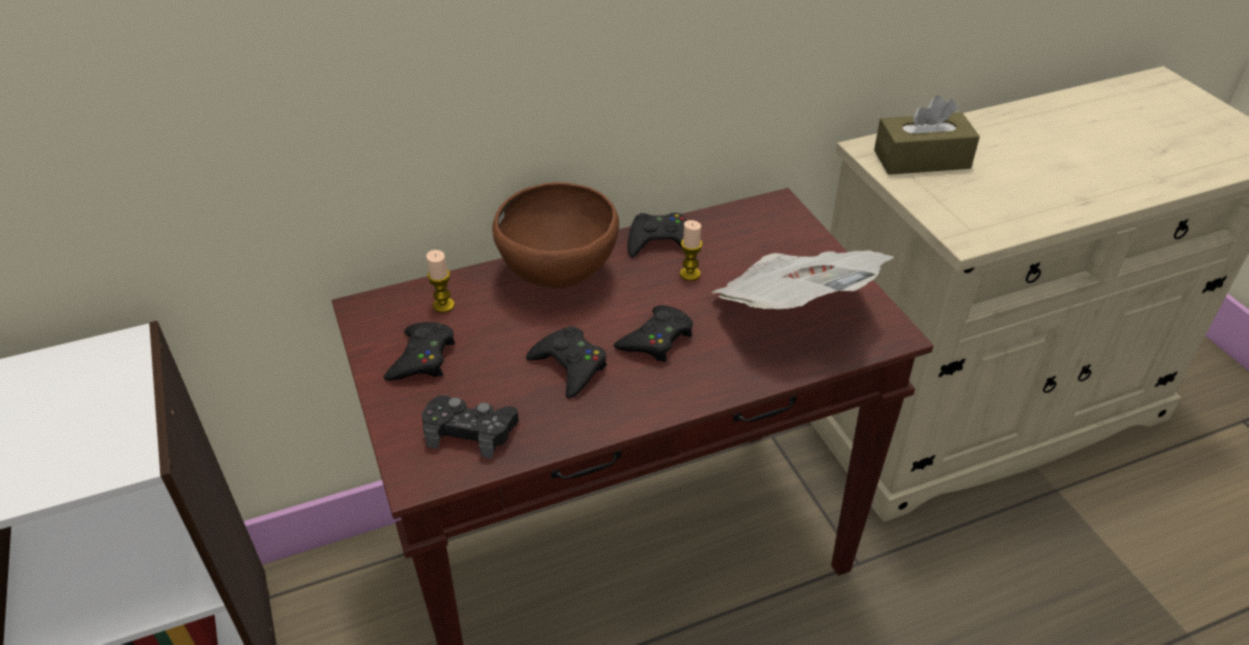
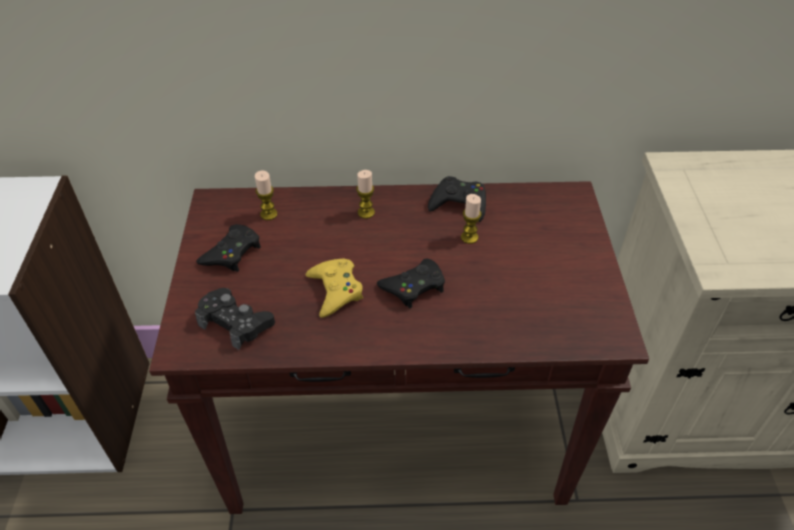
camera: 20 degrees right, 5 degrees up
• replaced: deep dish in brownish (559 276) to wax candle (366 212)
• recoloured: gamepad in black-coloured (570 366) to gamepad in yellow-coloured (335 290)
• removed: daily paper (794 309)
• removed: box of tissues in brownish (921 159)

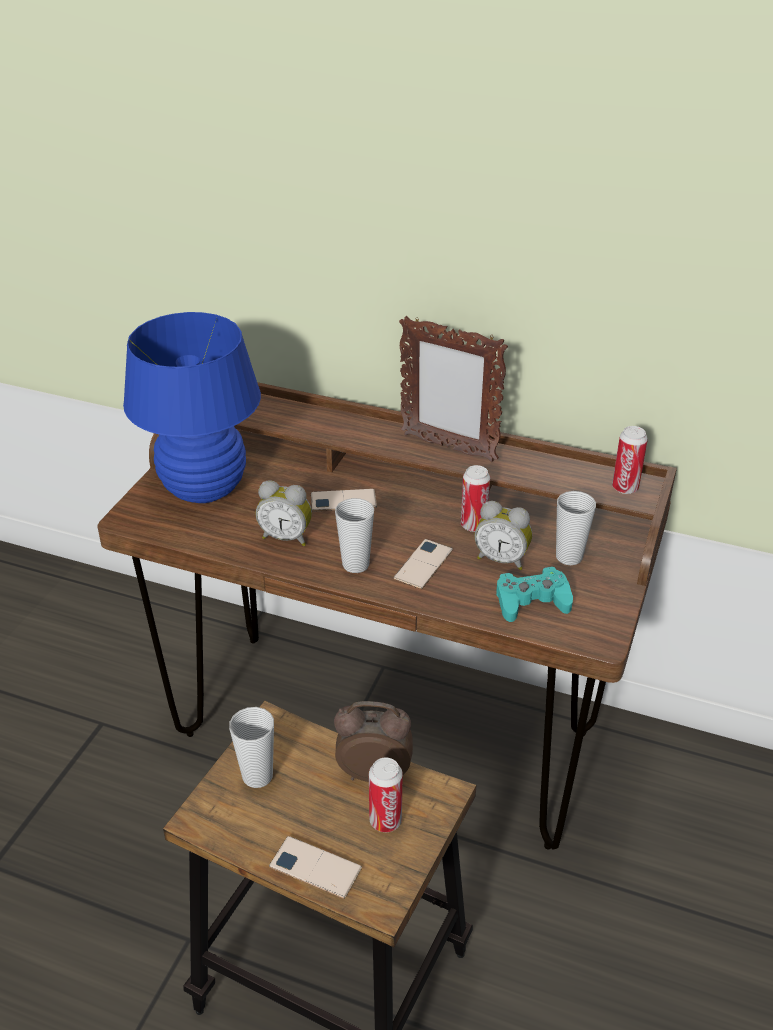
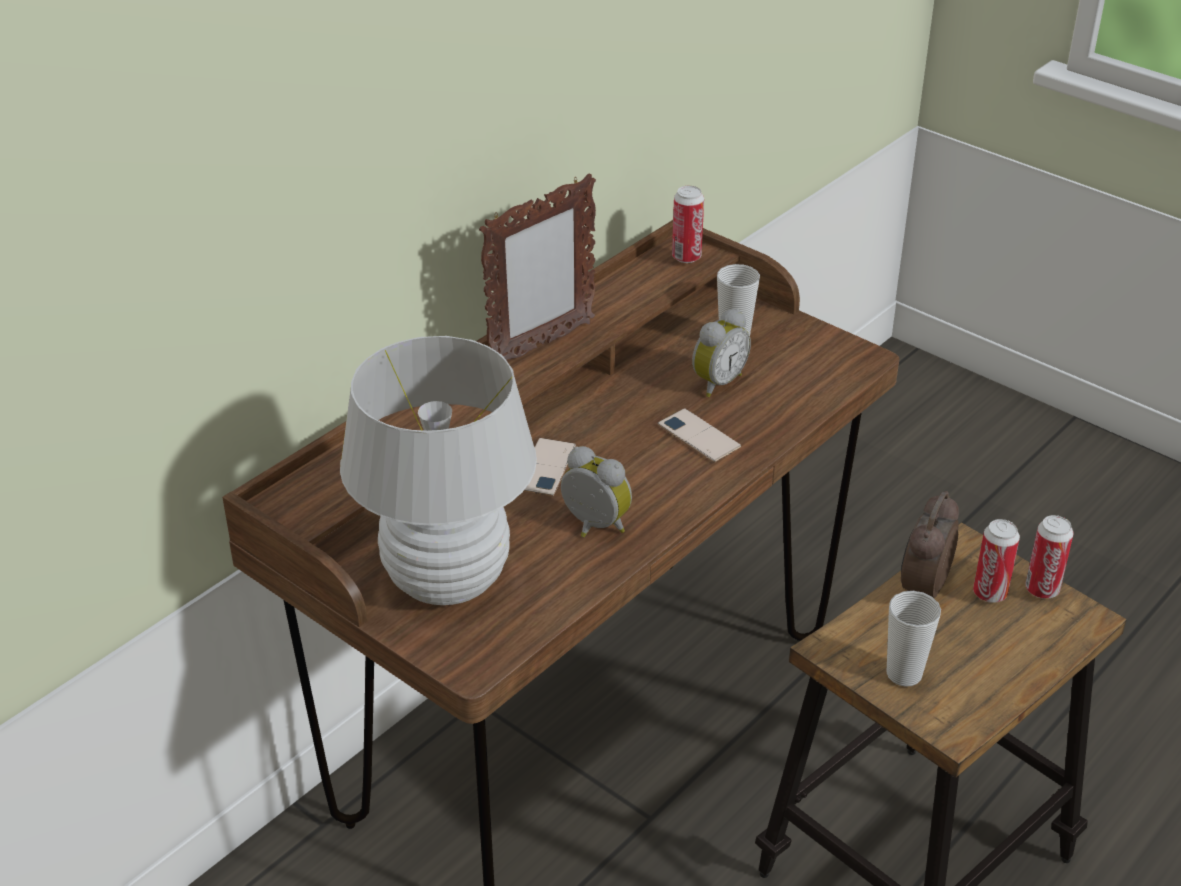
camera: 70 degrees left, 0 degrees up
• recoloured: tabletop lamp in blue-coloured (204 489) to tabletop lamp in whitish (447 581)
• turned: table clock (286 537) = (593 527) 90 degrees counterclockwise
• removed: telephone (315 867)
• removed: small cup (355 564)
• moved: metal can (473 525) to (1042 589)
• removed: gamepad in turquoise (531 601)

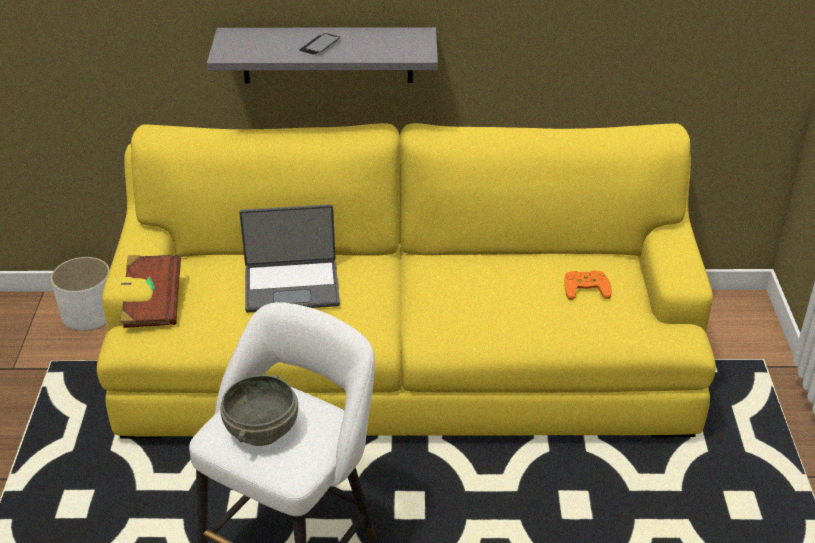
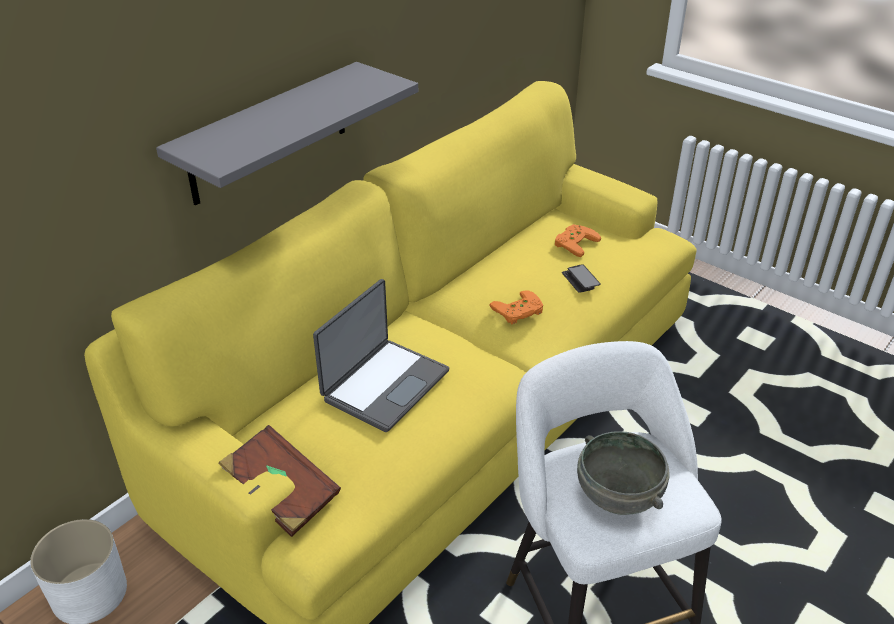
camera: 50 degrees left, 0 degrees up
• moved: telephone (320 45) to (580 279)
• added: gamepad in orange-coloured (519 312)

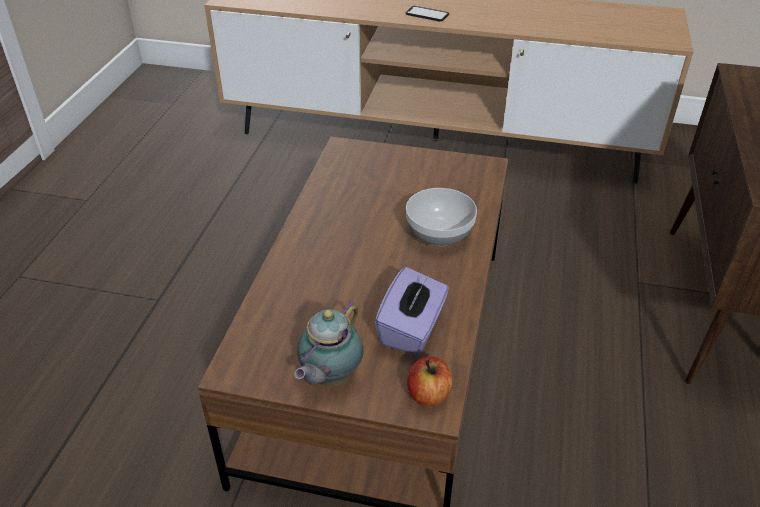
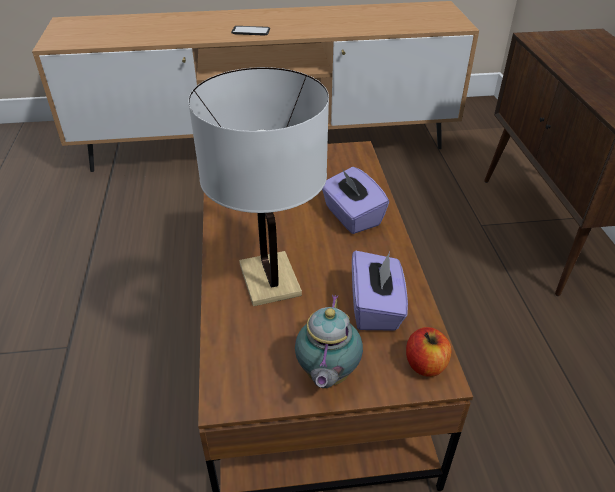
camera: 20 degrees left, 0 degrees up
• replaced: deep dish (440 234) to box of tissues in purplish (351 216)
• added: tabletop lamp in whitish (270 280)

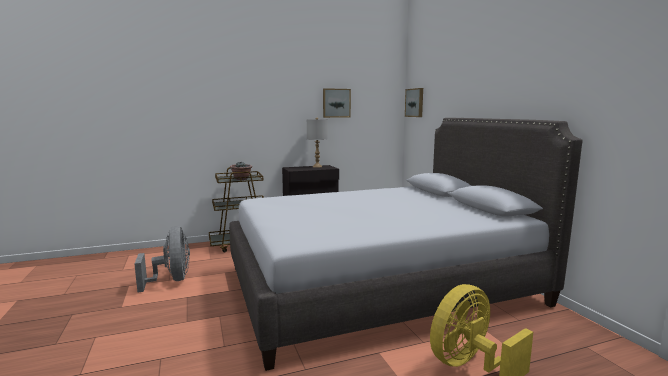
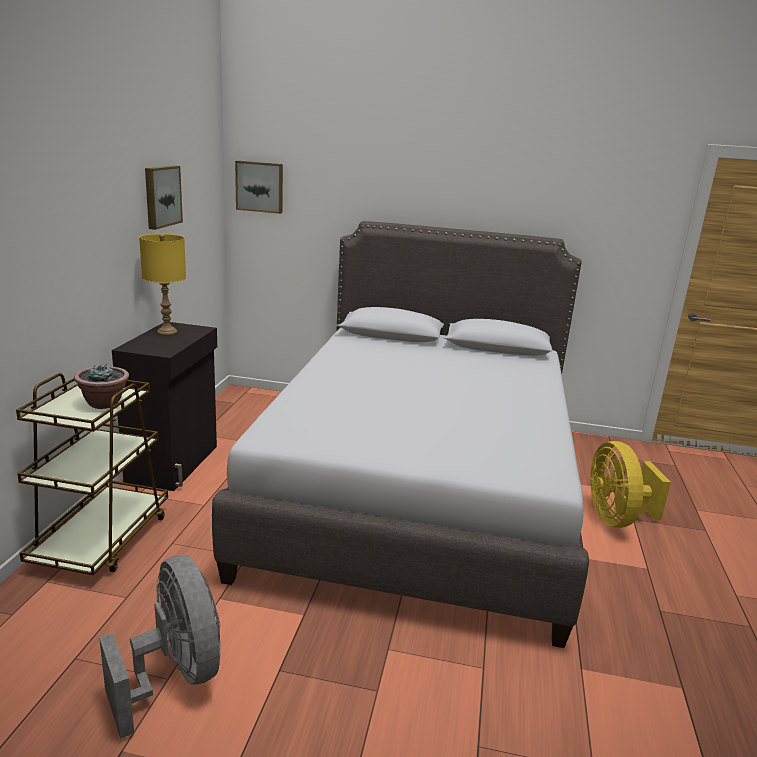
camera: 60 degrees left, 10 degrees up
• turned: fan in greyish (171 280) = (175 676) 45 degrees clockwise
• recoloured: tabletop lamp in greyish (317 166) to tabletop lamp in yellow-coloured (166 331)

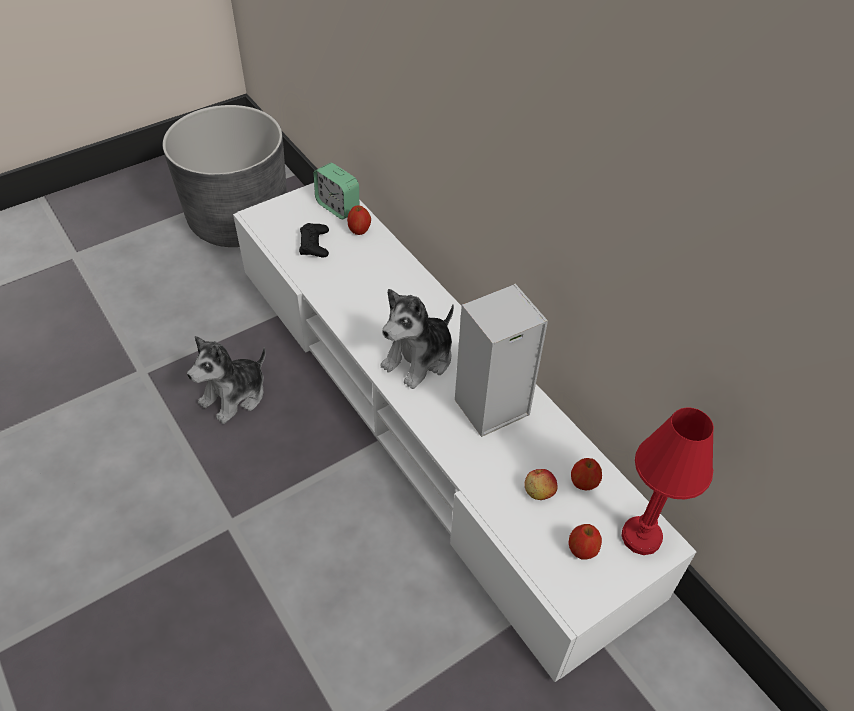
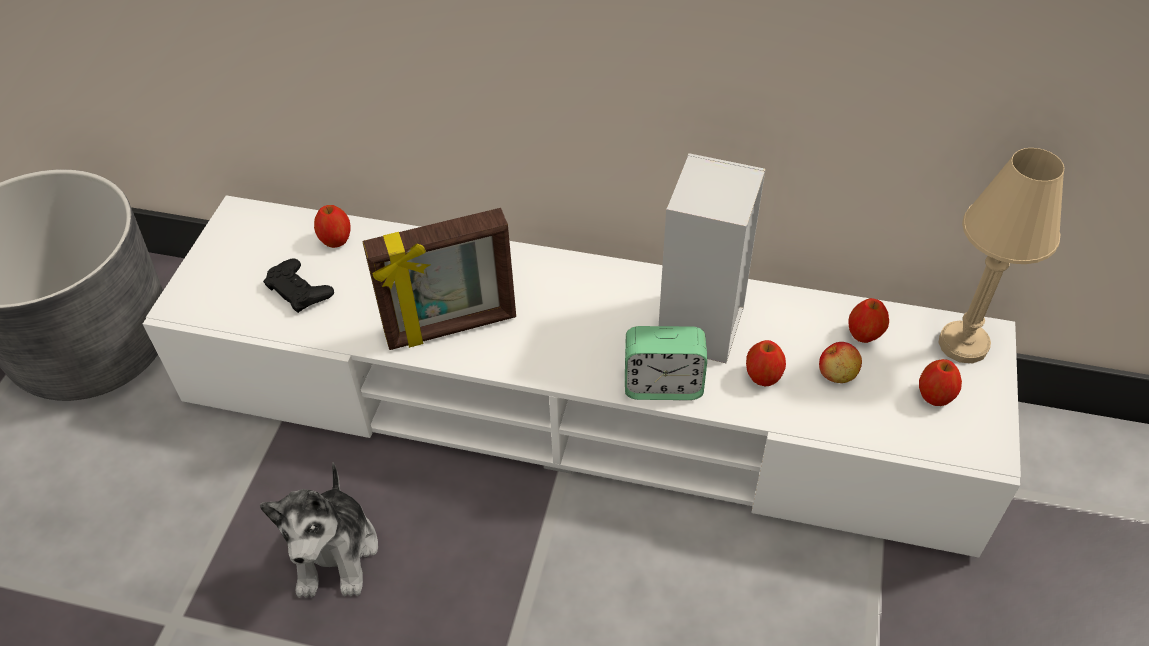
camera: 40 degrees left, 0 degrees up
• moved: table clock (338 207) to (663 385)
• removed: soft toy (419 359)
• recoloured: tabletop lamp in reddish (641 537) to tabletop lamp in beige (963 344)
• added: standing frame (451 328)
• added: apple fruit (763 377)

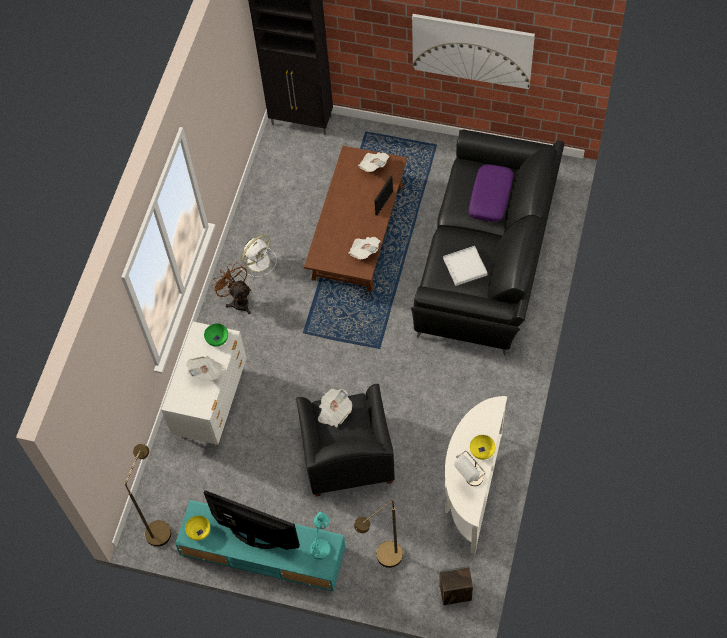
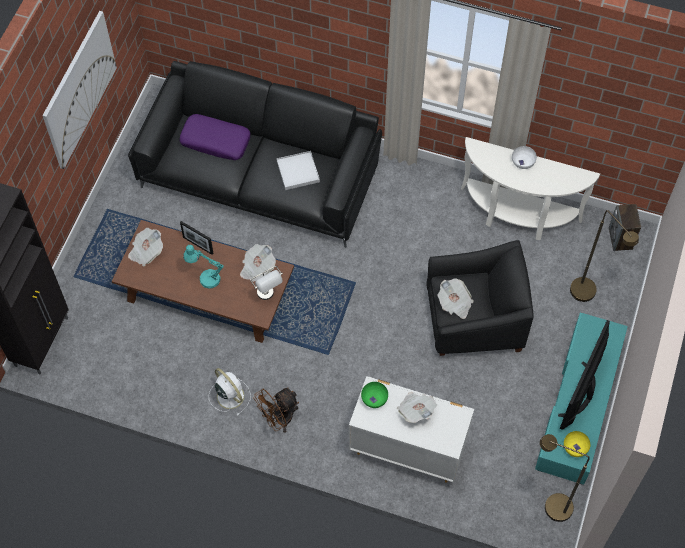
camera: 90 degrees left, 0 degrees up
• moved: tabletop lamp in turquoise (321 545) to (205 278)
• moved: tabletop lamp in greyish (470 482) to (268 296)
• recoloured: deep dish in yellow-coloured (481 451) to deep dish in whitish (523 162)

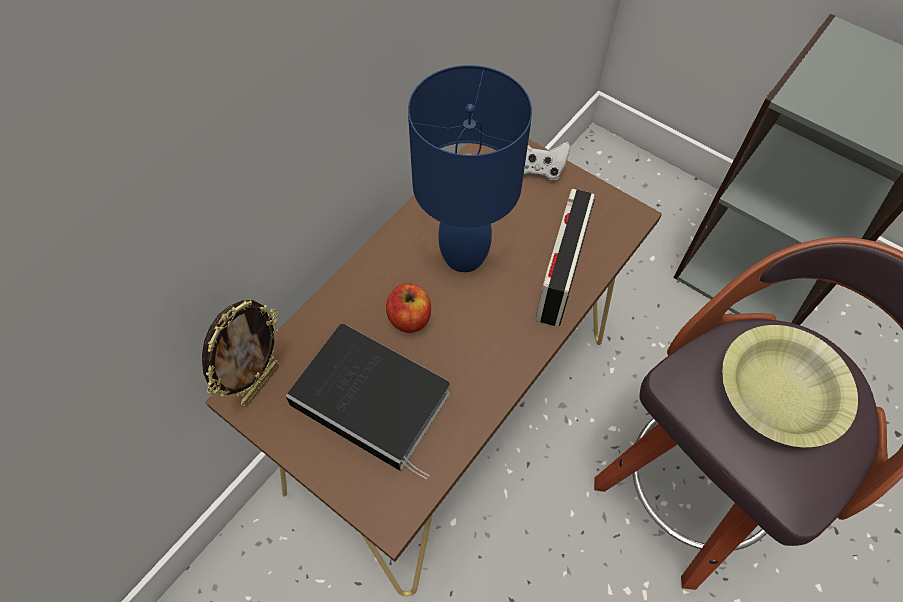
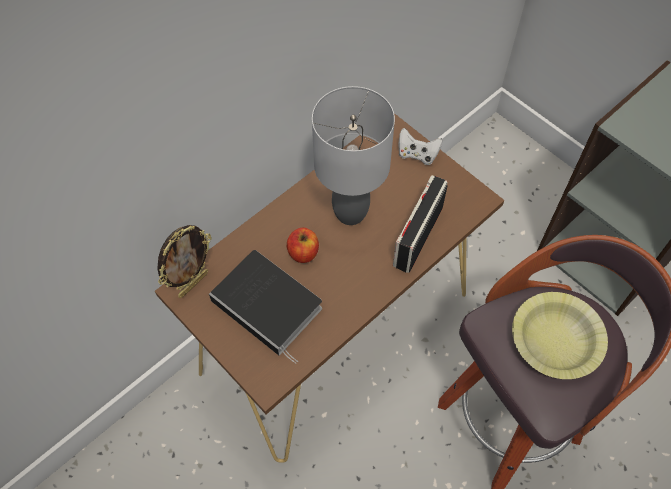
camera: 10 degrees right, 0 degrees up
• recoloured: tabletop lamp in blue-coloured (465 256) to tabletop lamp in greyish (351 213)

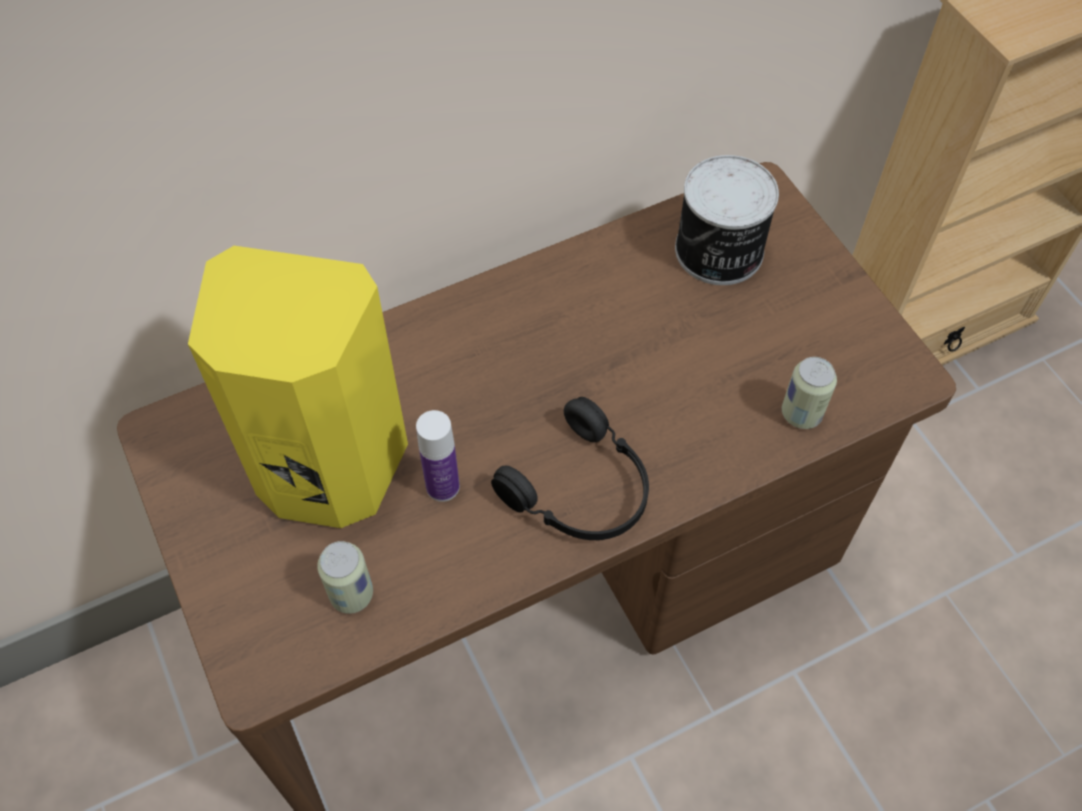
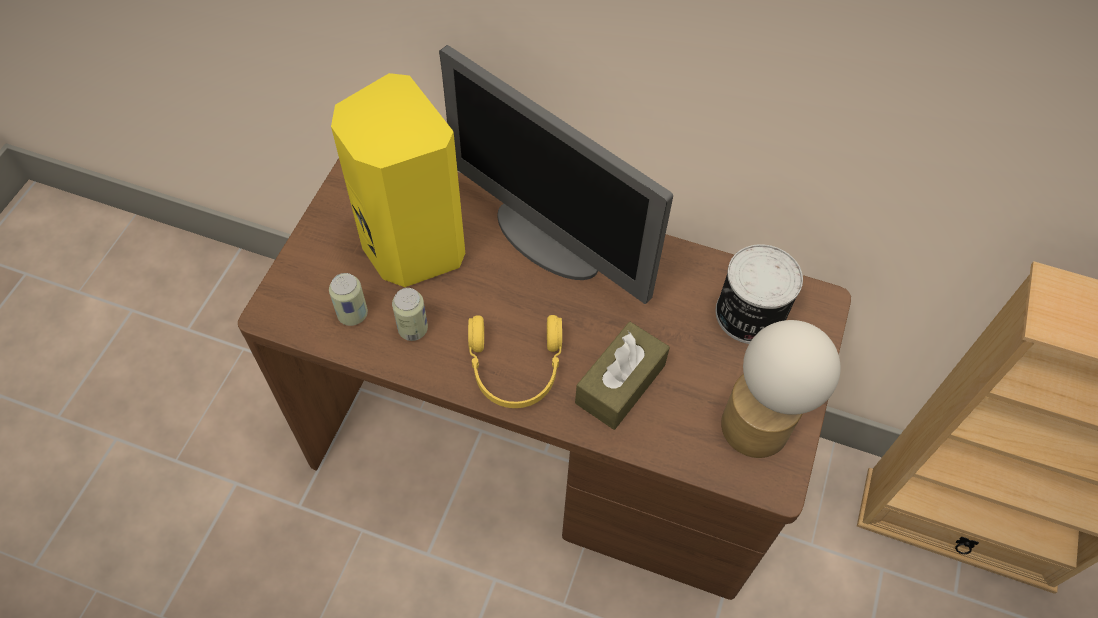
camera: 45 degrees right, 0 degrees up
• removed: bottle (442 486)
• recoloured: headphones in black-coloured (582 490) to headphones in yellow-coloured (515 369)
• moved: metal can (801 414) to (413 329)
• added: computer screen (548 241)
• added: box of tissues in brownish (620 384)
• added: tabletop lamp (763 421)

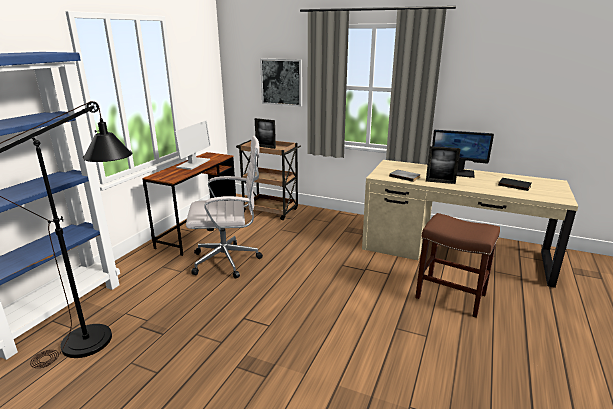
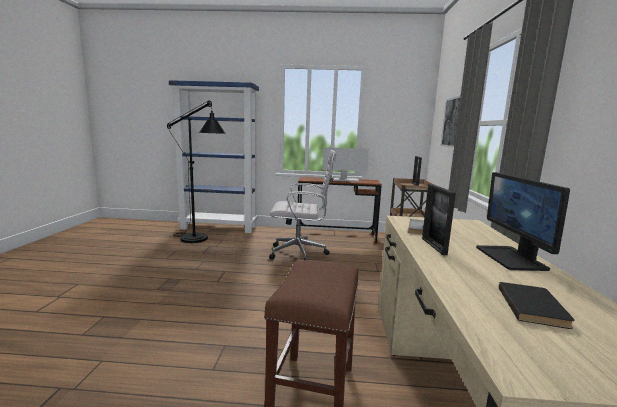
camera: 70 degrees right, 10 degrees down
• turned: office chair in whitish (229 261) = (301 253) 60 degrees counterclockwise

